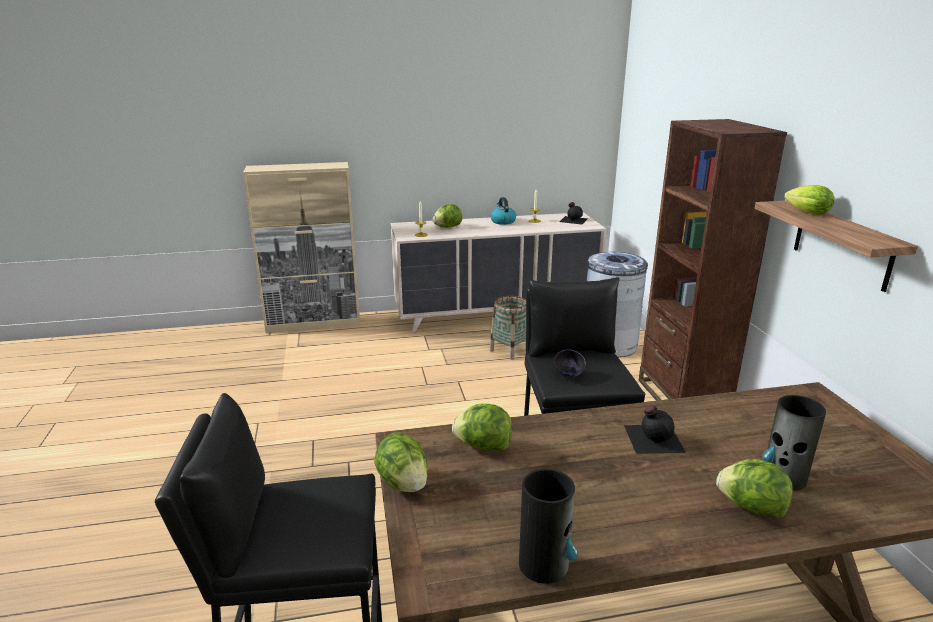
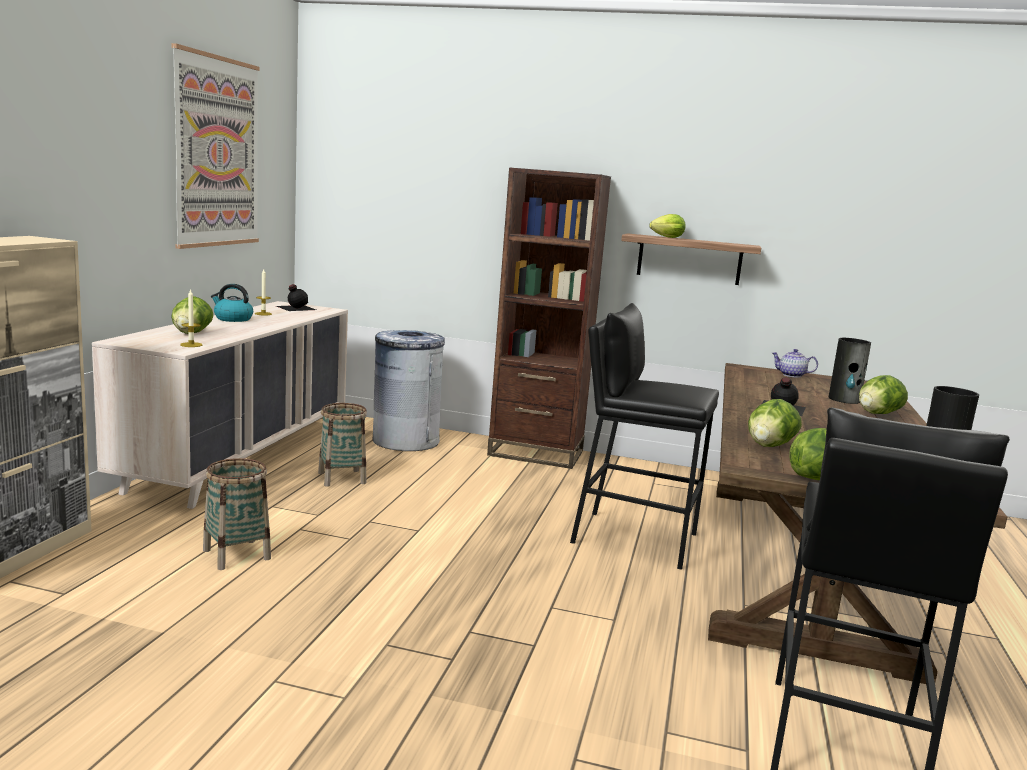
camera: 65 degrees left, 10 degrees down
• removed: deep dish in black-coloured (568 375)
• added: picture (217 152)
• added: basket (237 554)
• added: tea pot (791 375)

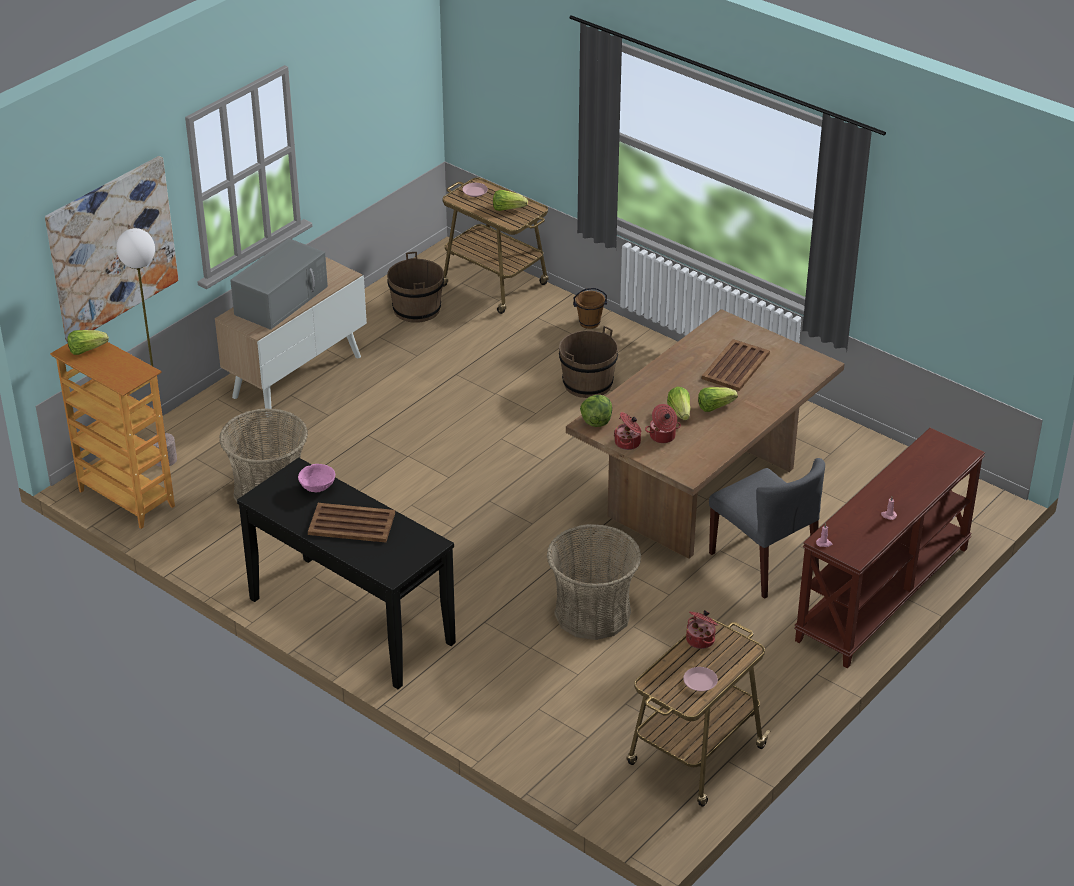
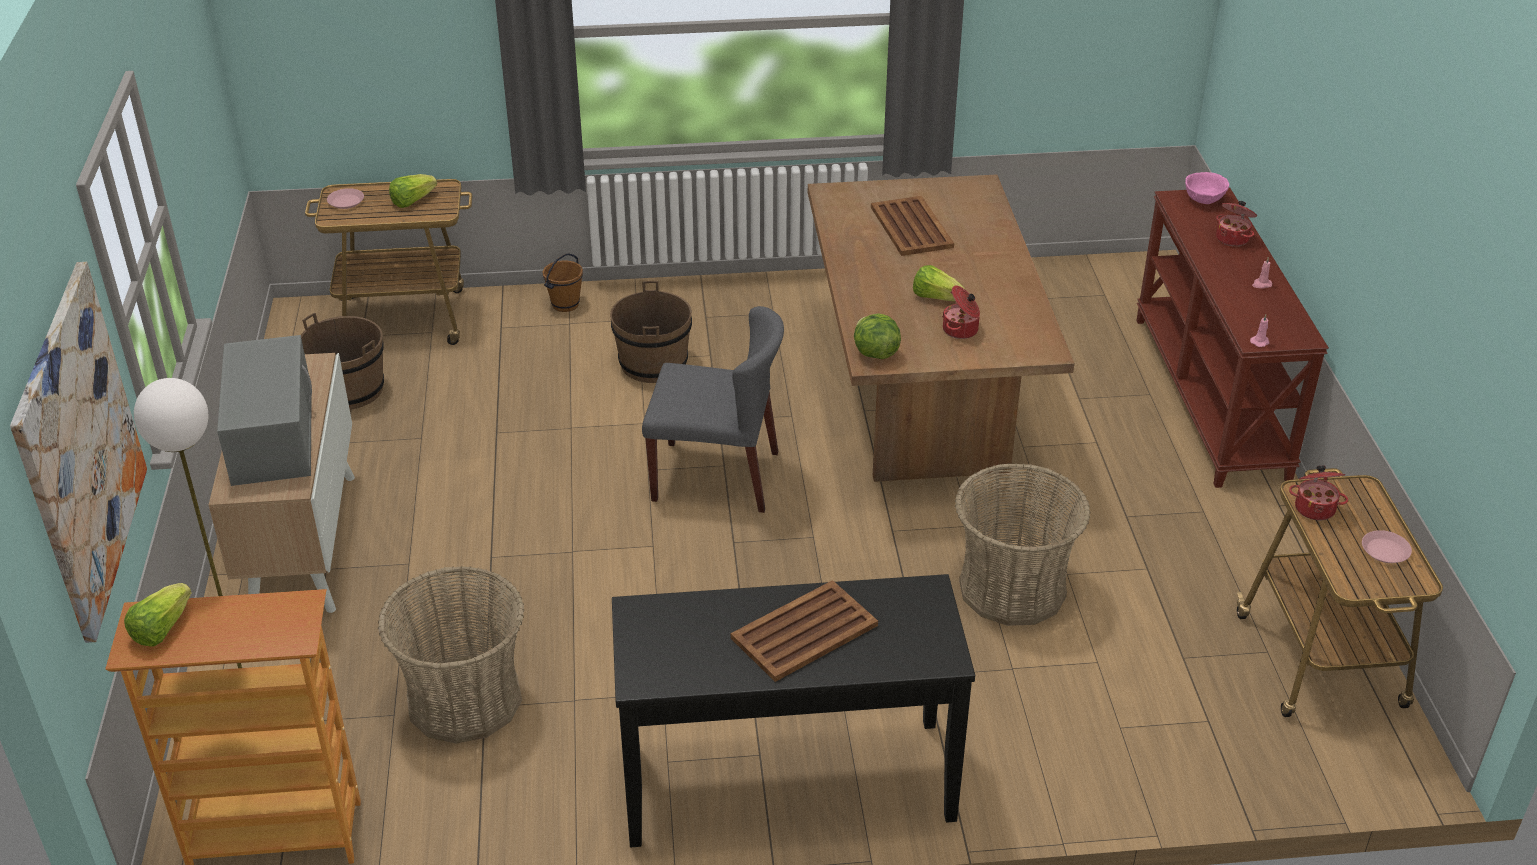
camera: 45 degrees left, 0 degrees up
• moved: deep dish in pinkish (318 487) to (1204 199)
• moved: cooking pot (628 443) to (1233 238)
• removed: lettuce (715 406)
• moved: plain chair in greyish (764 561) to (717 476)

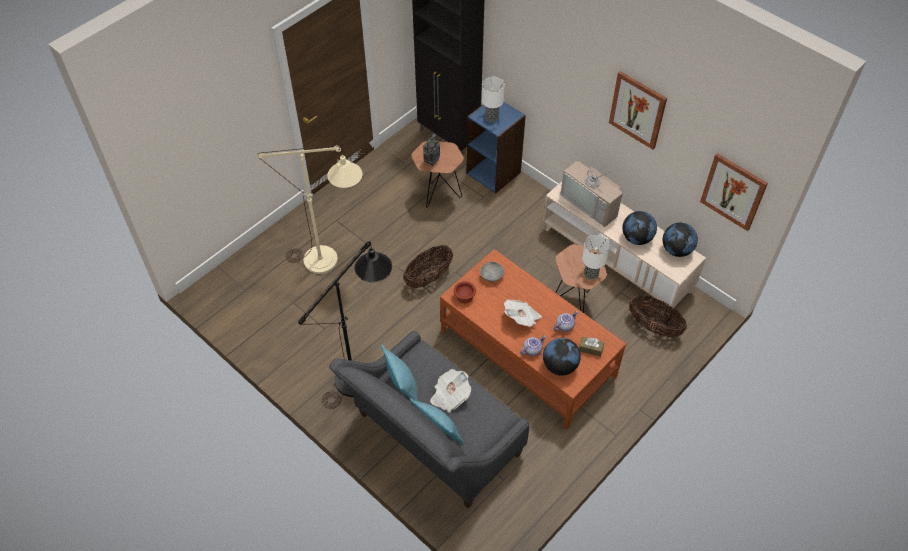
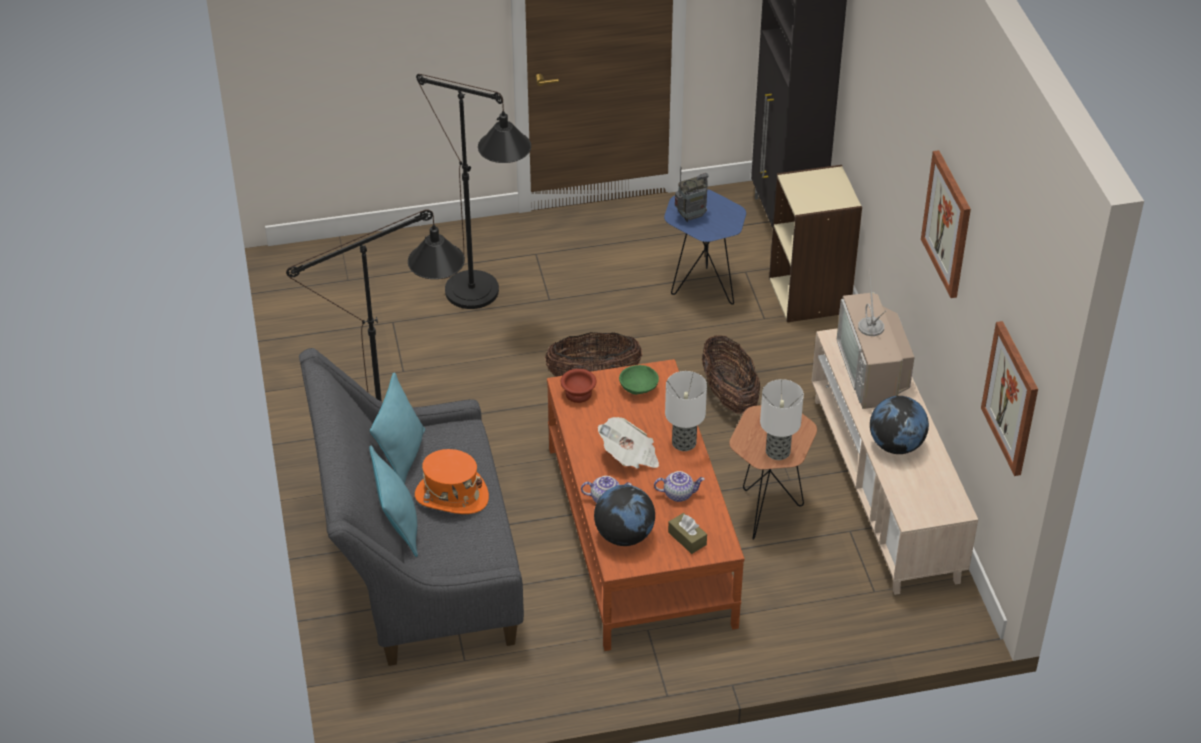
camera: 35 degrees right, 10 degrees down
• recoloured: standing lamp in beige (330 262) to standing lamp in black-coloured (482 299)
• recoloured: end table in brownish (438 195) to end table in blue-coloured (702 287)
• replaced: daily paper (450 396) to hat in orange-coloured (451 496)
• recoloured: shelving unit in blue-coloured (494 172) to shelving unit in beige (810 295)
• recoloured: deep dish in greyish (492 276) to deep dish in green-coloured (639 388)
• moved: tabletop lamp (492 117) to (684 443)
• moved: basket (654 326) to (729 396)
• removed: world globe (676 250)

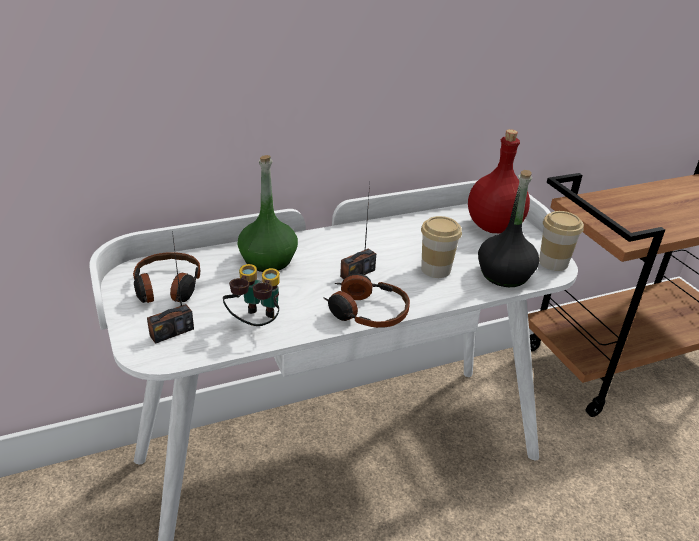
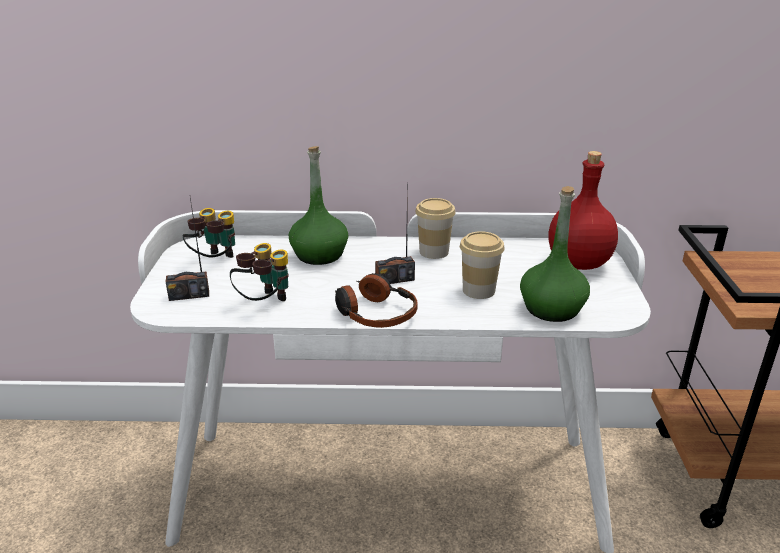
camera: 25 degrees right, 5 degrees down
• replaced: headphones (167 288) to binoculars (215 261)
• recoloured: bottle in black-coloured (504 275) to bottle in green-coloured (551 309)
• moved: small cup (553 263) to (434 252)

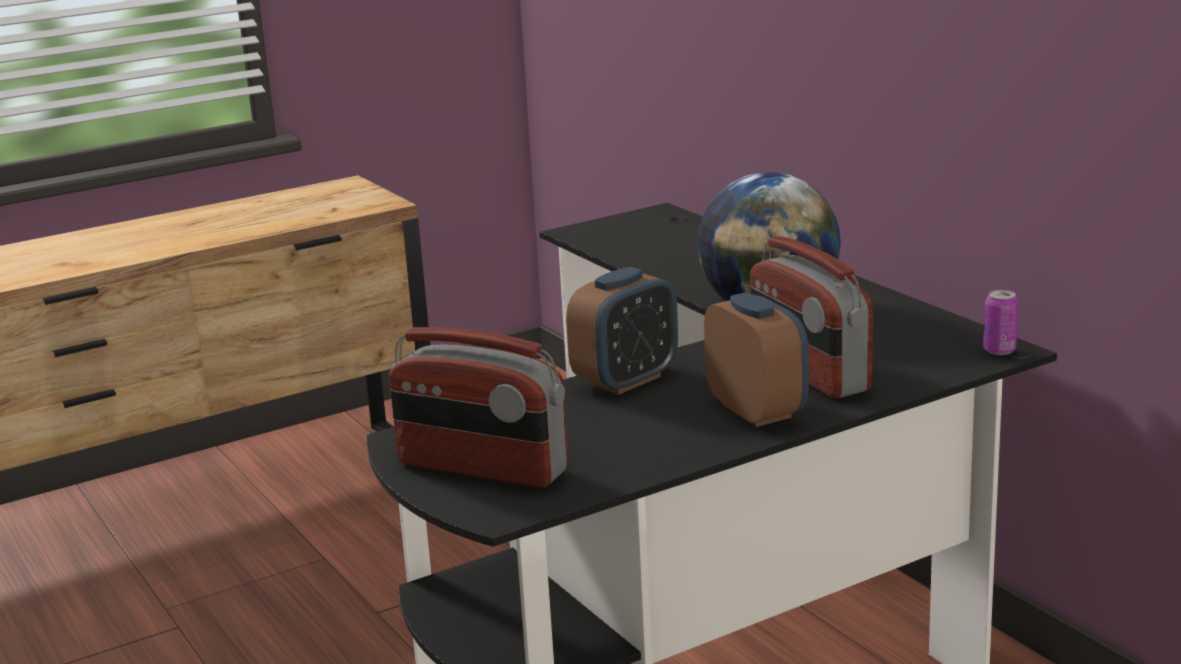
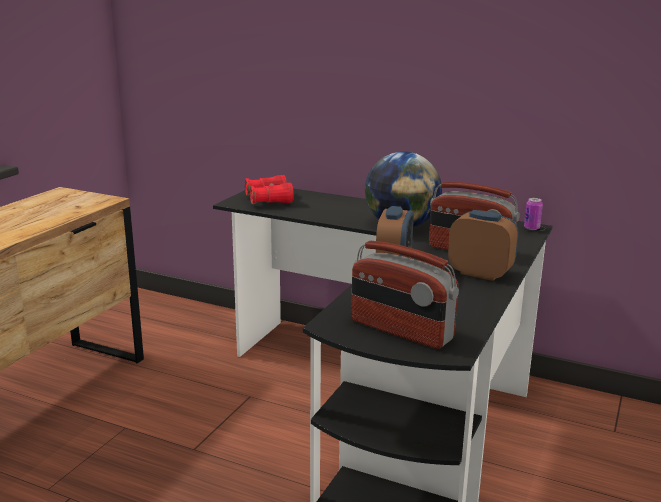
camera: 35 degrees left, 0 degrees up
• turned: radio receiver (481 468) = (400 331) 45 degrees clockwise
• added: binoculars in reddish (269 199)

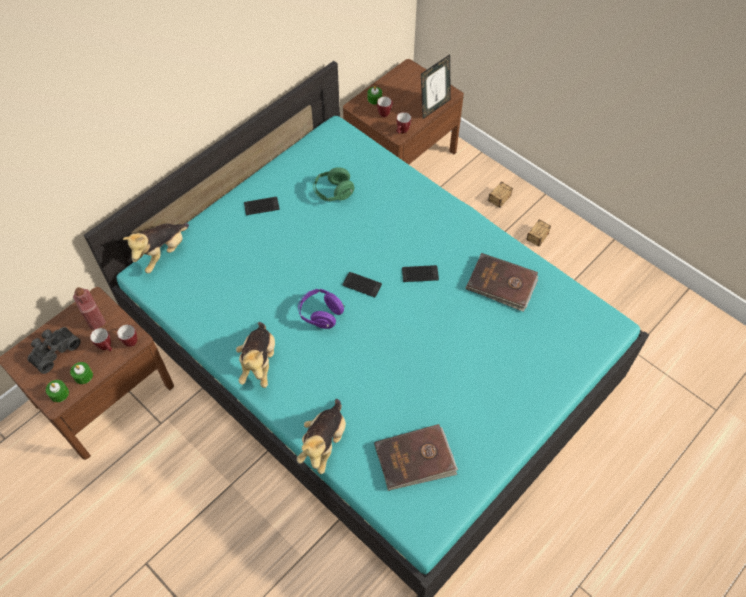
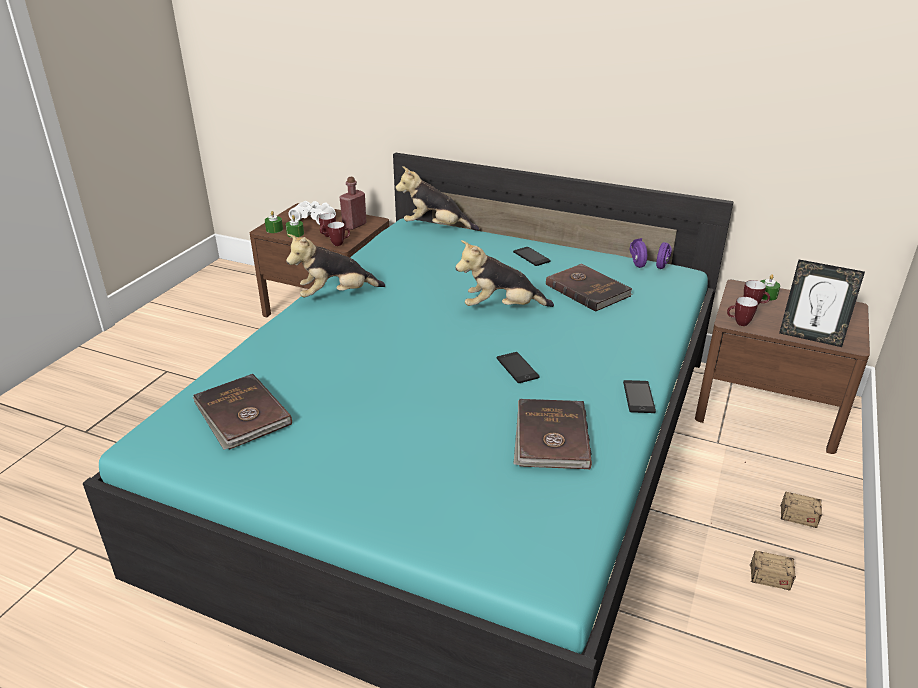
camera: 70 degrees right, 25 degrees down
• recoloured: binoculars in black-coloured (53 350) to binoculars in whitish (315 218)
• moved: soft toy (324 443) to (501 308)
• moved: headphones in purplish (321 314) to (648 262)
• replaced: headphones in green-coloured (333 192) to book in brownish (588 290)
• moved: telephone (362 285) to (638 397)

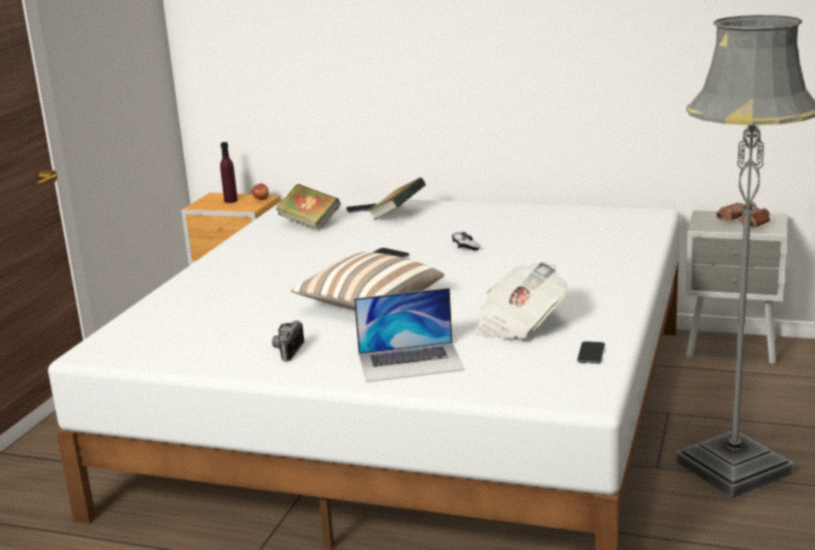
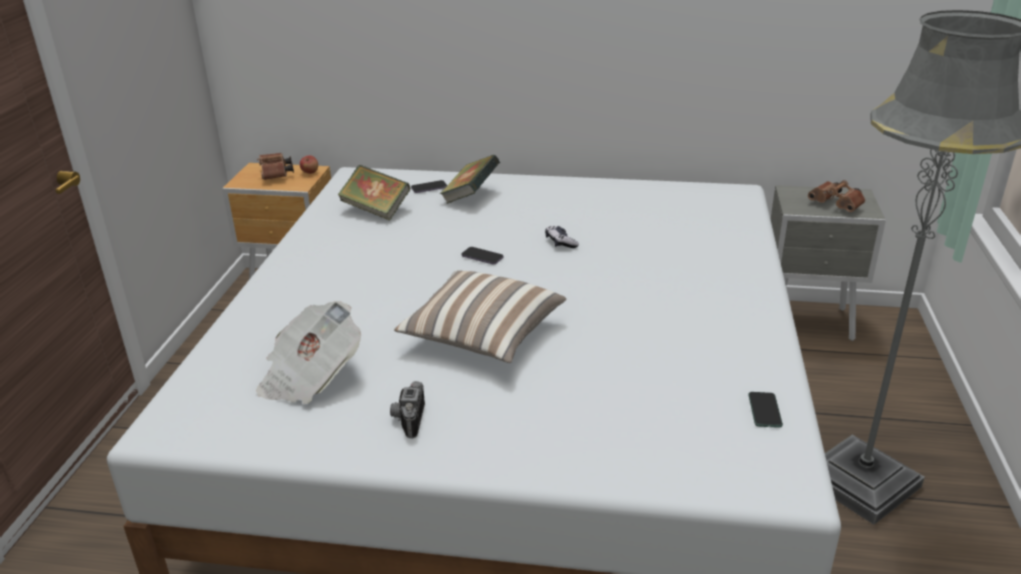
camera: 10 degrees left, 10 degrees up
• replaced: bottle in purplish (231 201) to binoculars in brownish (276 175)
• removed: portable computer (411 361)
• moved: daily paper (518 325) to (310 377)

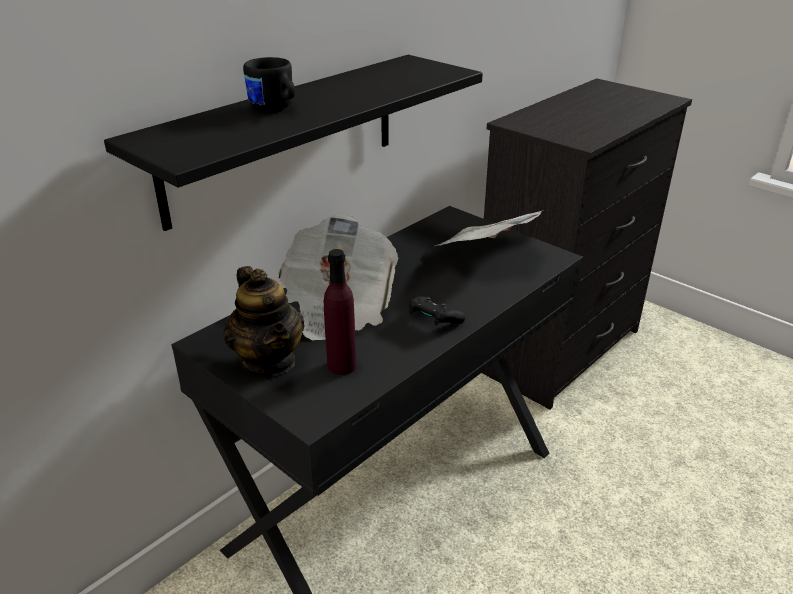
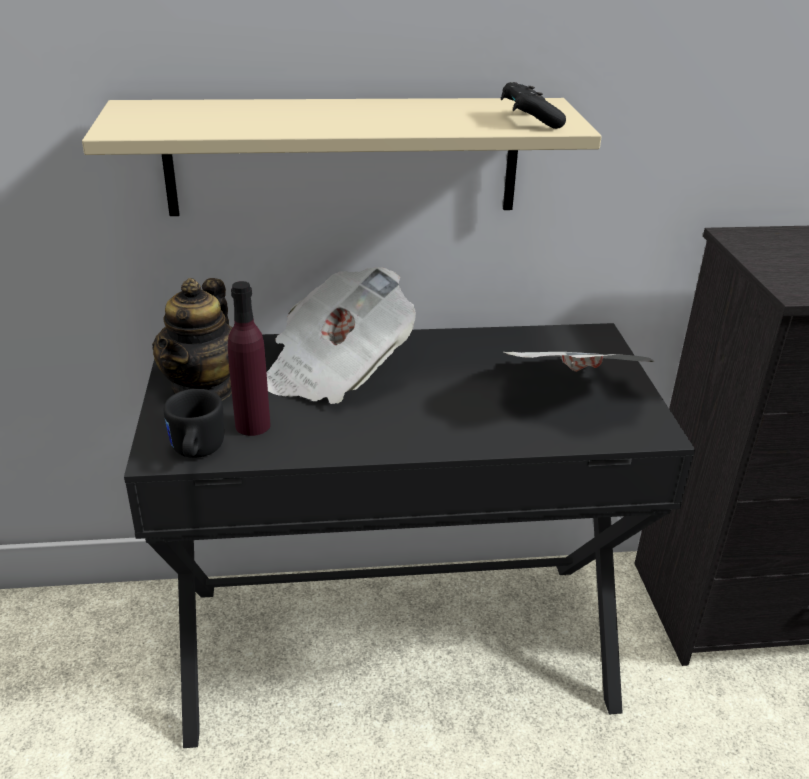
camera: 40 degrees right, 0 degrees up
• recoloured: shelf in black-coloured (284 137) to shelf in beige (343 157)
• moved: tea mug in black-coloured (275 108) to (195 452)
• moved: gamepad in black-coloured (434 320) to (529 120)

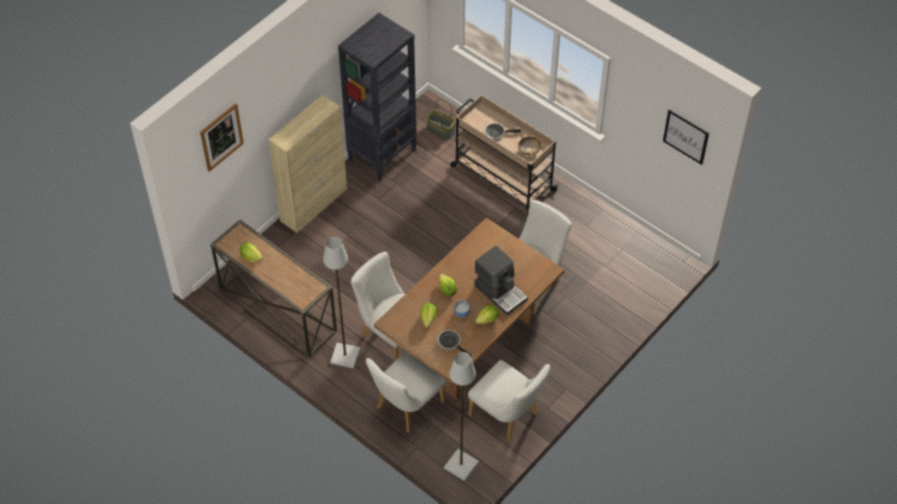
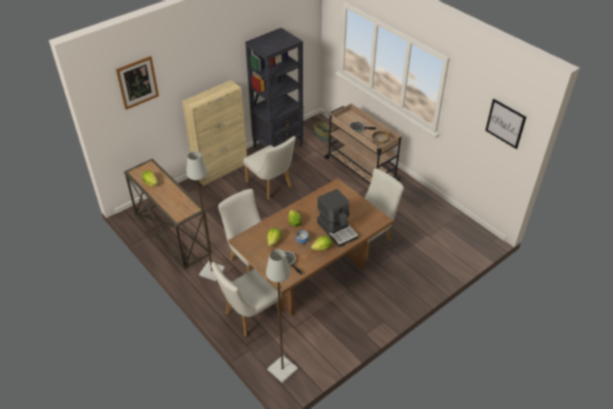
camera: 10 degrees right, 10 degrees down
• moved: plain chair in whitish (507 417) to (271 186)

